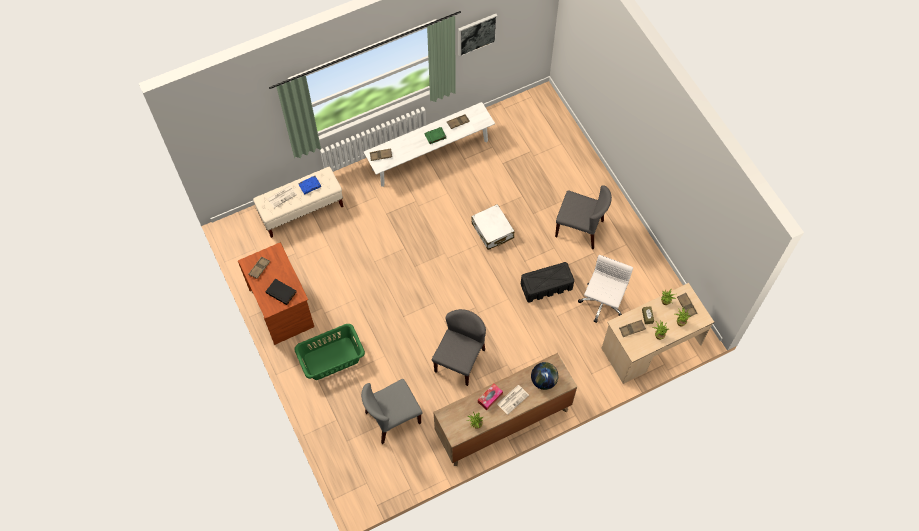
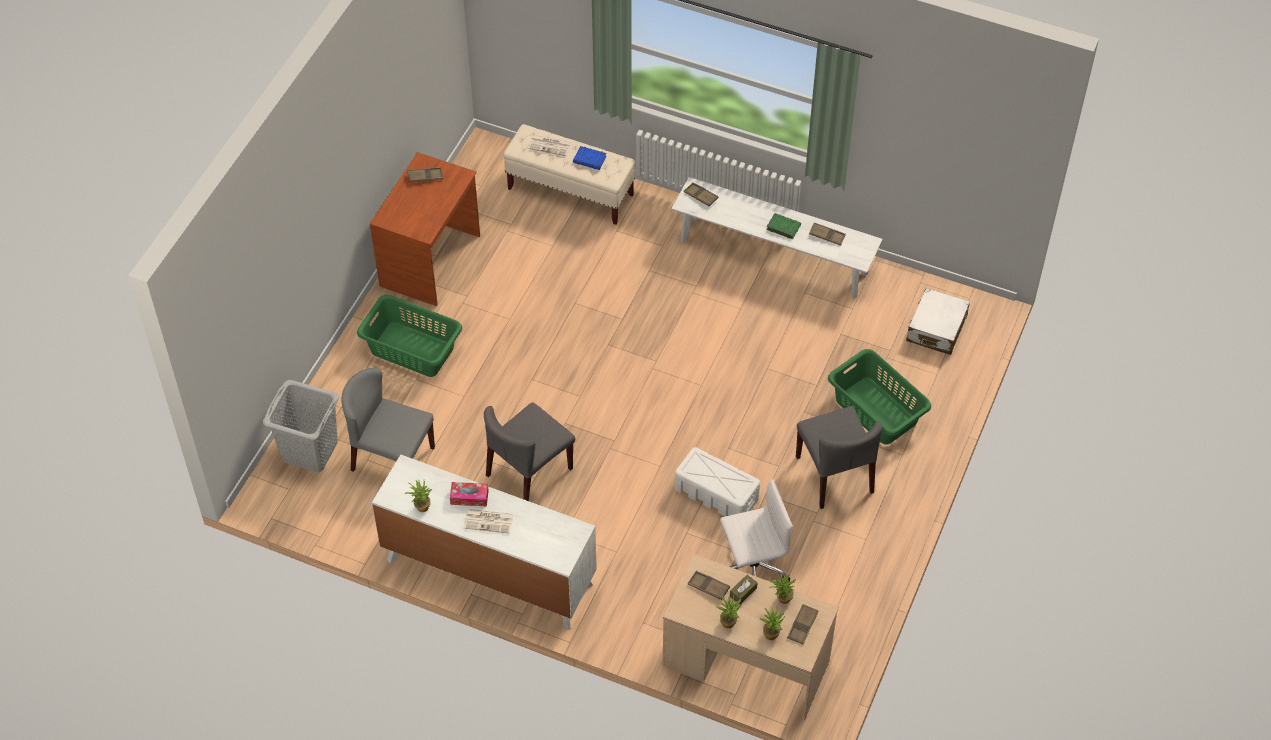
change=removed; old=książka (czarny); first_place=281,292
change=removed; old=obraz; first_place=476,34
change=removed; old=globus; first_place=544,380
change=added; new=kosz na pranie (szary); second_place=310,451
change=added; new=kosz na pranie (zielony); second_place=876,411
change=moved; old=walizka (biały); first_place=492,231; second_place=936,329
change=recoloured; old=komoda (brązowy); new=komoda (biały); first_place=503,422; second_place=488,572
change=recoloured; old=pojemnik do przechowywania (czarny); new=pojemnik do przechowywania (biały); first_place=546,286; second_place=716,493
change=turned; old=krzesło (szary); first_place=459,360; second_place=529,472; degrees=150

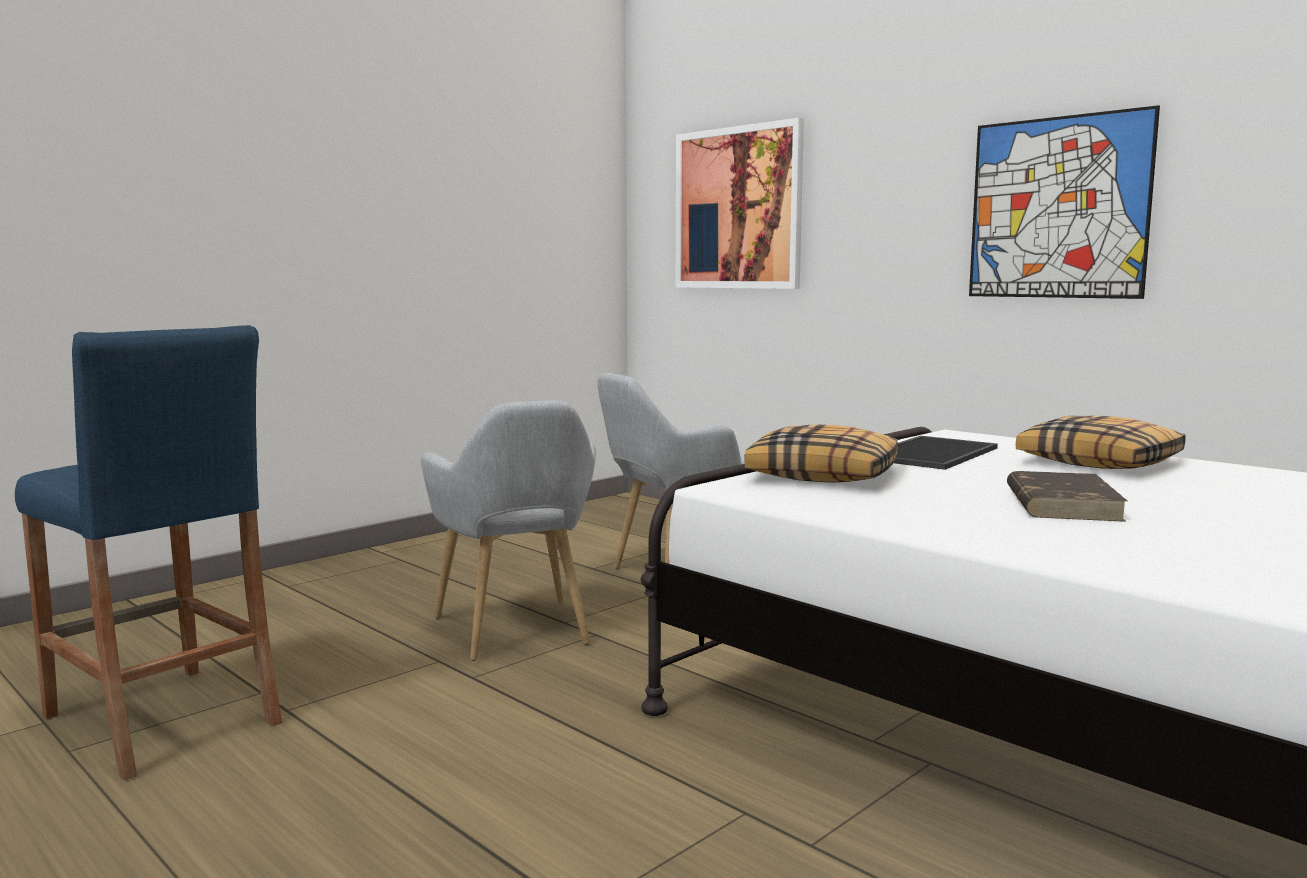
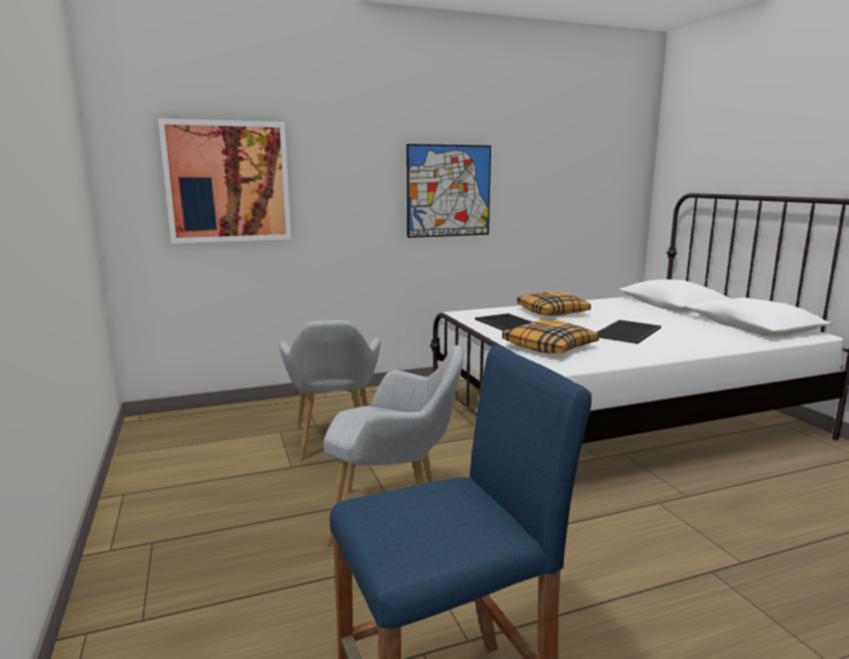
change=replaced; old=książka (brązowy); new=taca; first_place=1061,503; second_place=626,331

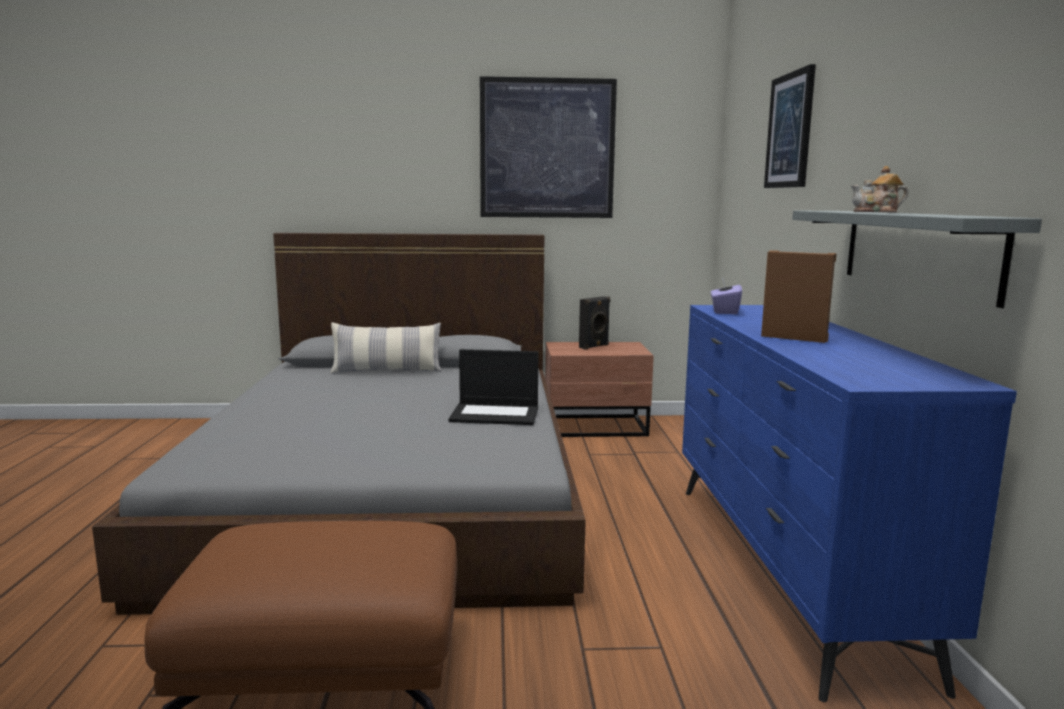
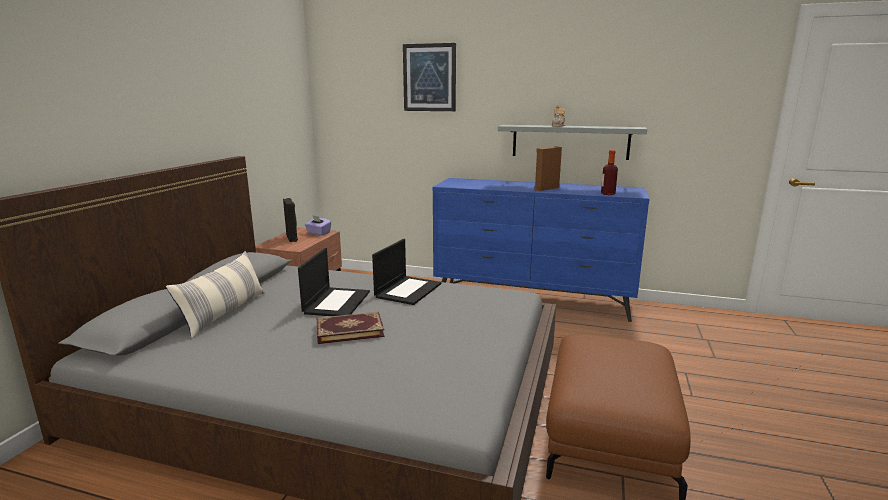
change=removed; old=obraz; first_place=547,149
change=added; new=laptop; second_place=336,302
change=added; new=książka; second_place=349,329
change=added; new=butelka; second_place=608,194
change=moved; old=pudełko chusteczek (fioletowy); first_place=724,311; second_place=318,233

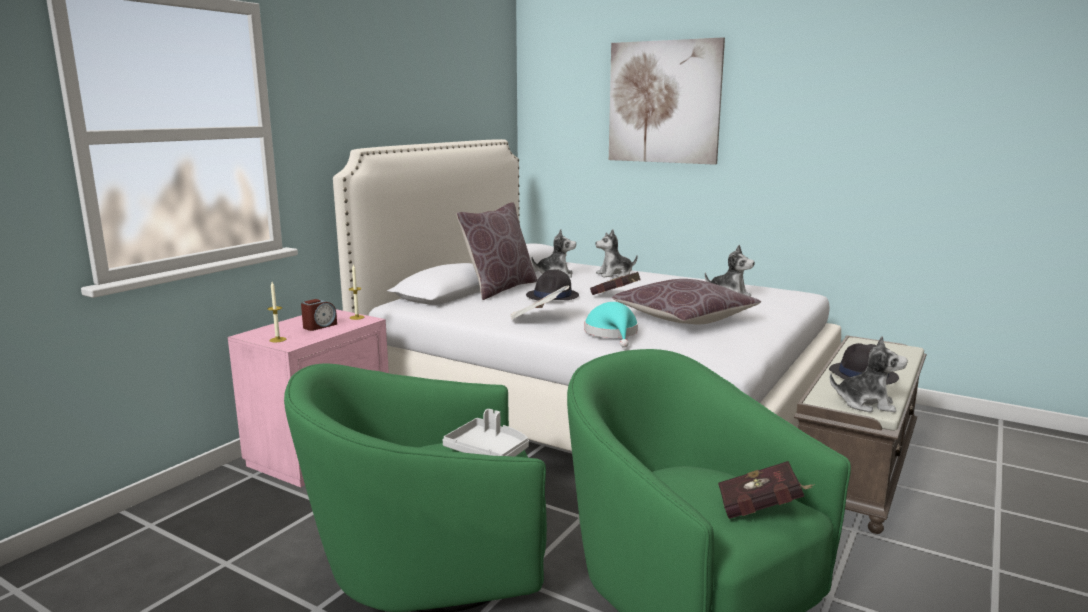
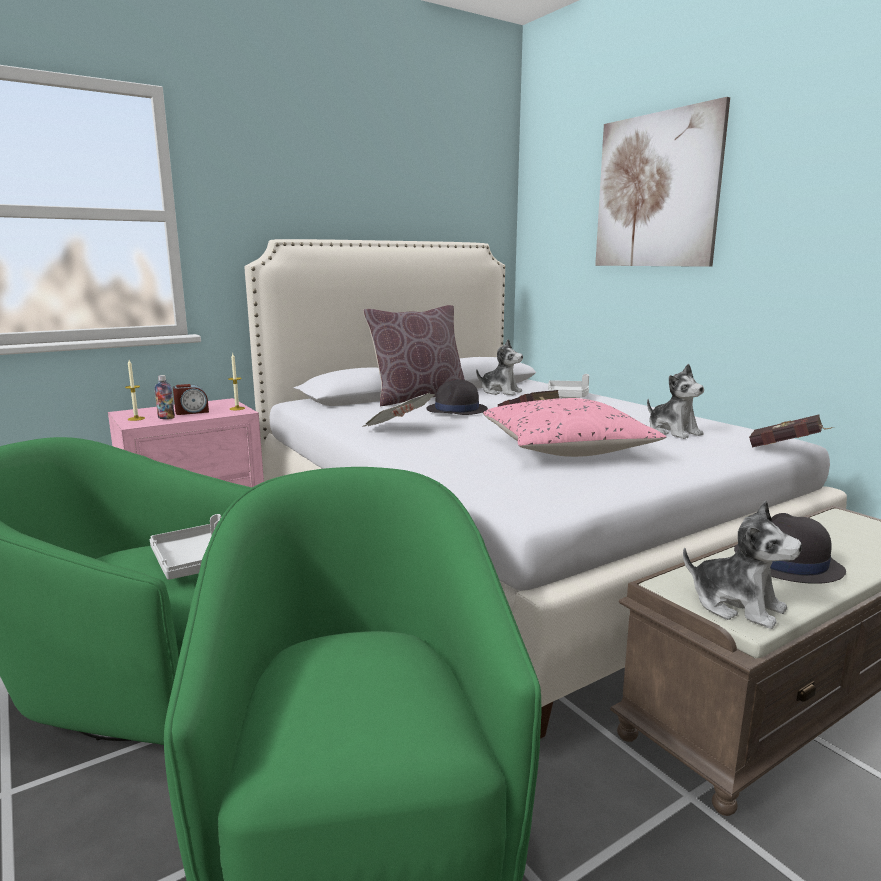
change=removed; old=kapelusz (turkusowy); first_place=612,333
change=added; new=butelka; second_place=166,418
change=moved; old=książka (czerwony); first_place=762,510; second_place=787,449
change=replaced; old=pluszak; new=taca (szary); first_place=614,274; second_place=568,397
change=recoloured; old=poduszka (brązowy); new=poduszka (różowy); first_place=684,318; second_place=566,448

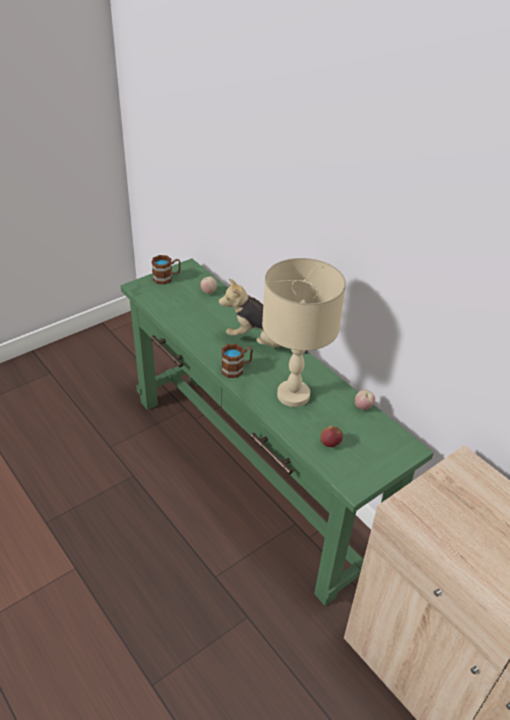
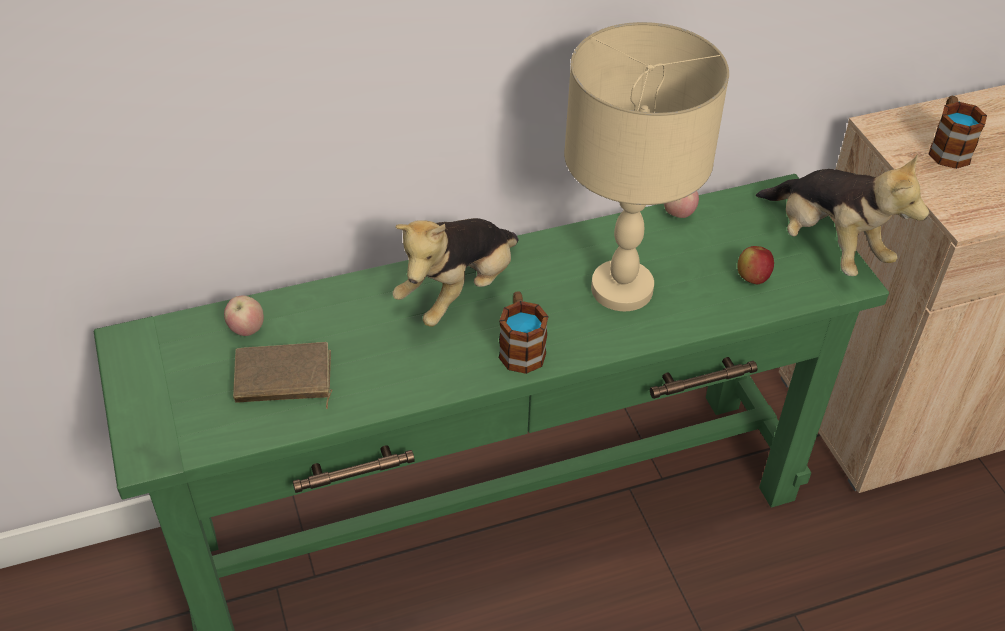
change=added; new=książka (brązowy); second_place=283,380
change=added; new=pluszak; second_place=826,245
change=moved; old=kubek; first_place=167,278; second_place=947,148

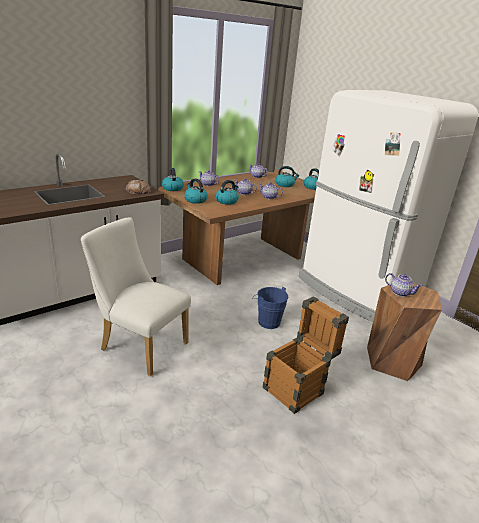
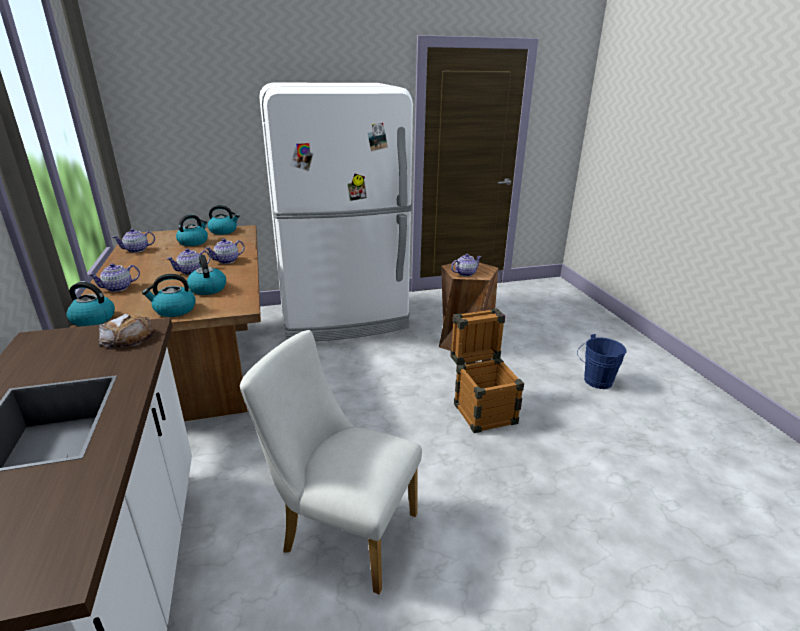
change=moved; old=wiadro (niebieski); first_place=267,321; second_place=595,382
change=turned; old=krzesło (biały); first_place=139,345; second_place=342,530; degrees=60

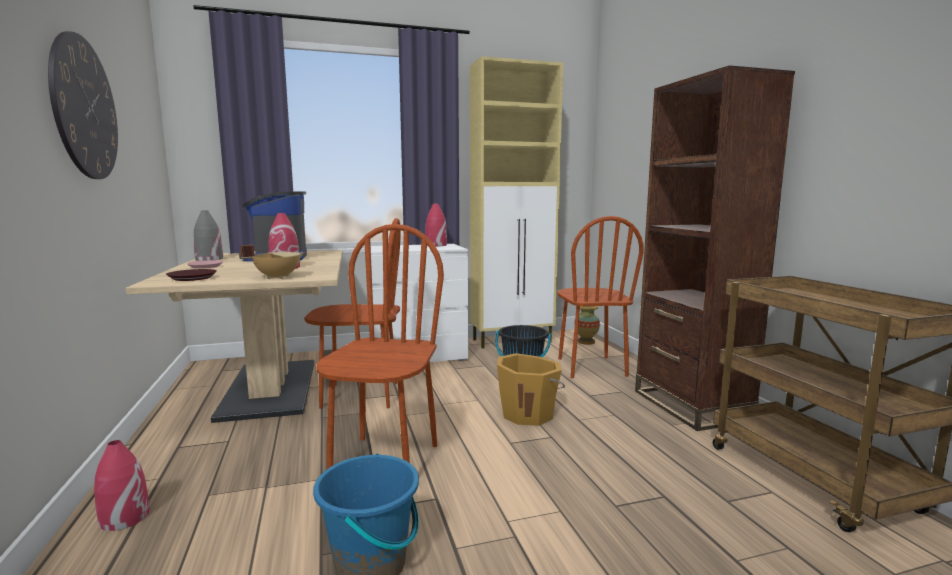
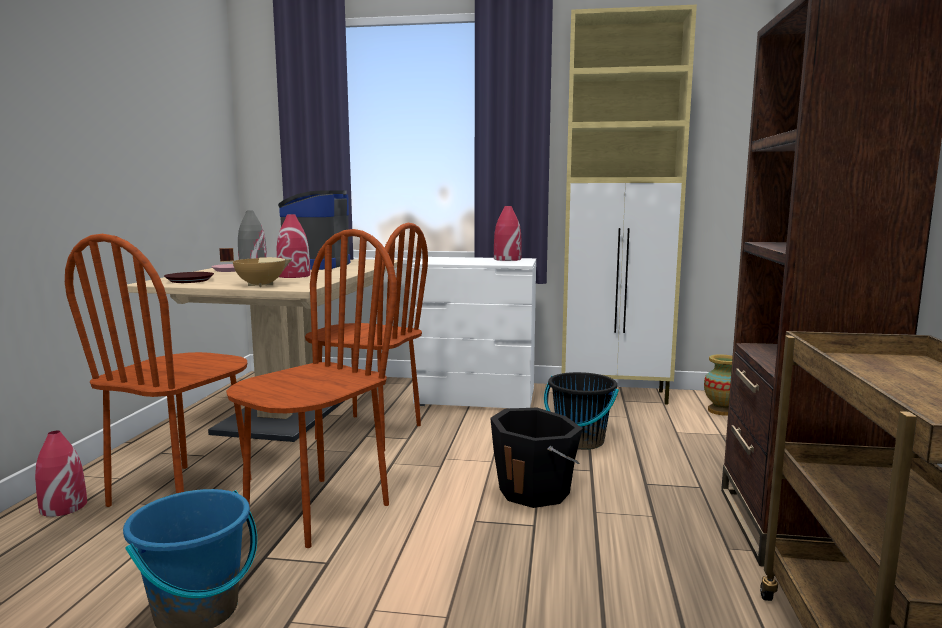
change=removed; old=zegar ścienny; first_place=84,108
change=moved; old=krzesło (brązowy); first_place=590,367; second_place=182,492
change=recoloured; old=wiadro (pomarańczowy); new=wiadro (czarny); first_place=528,414; second_place=535,491

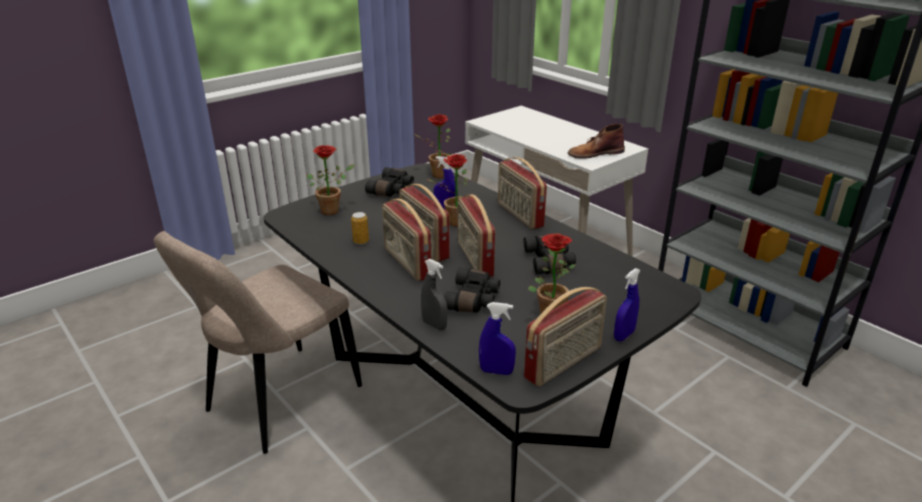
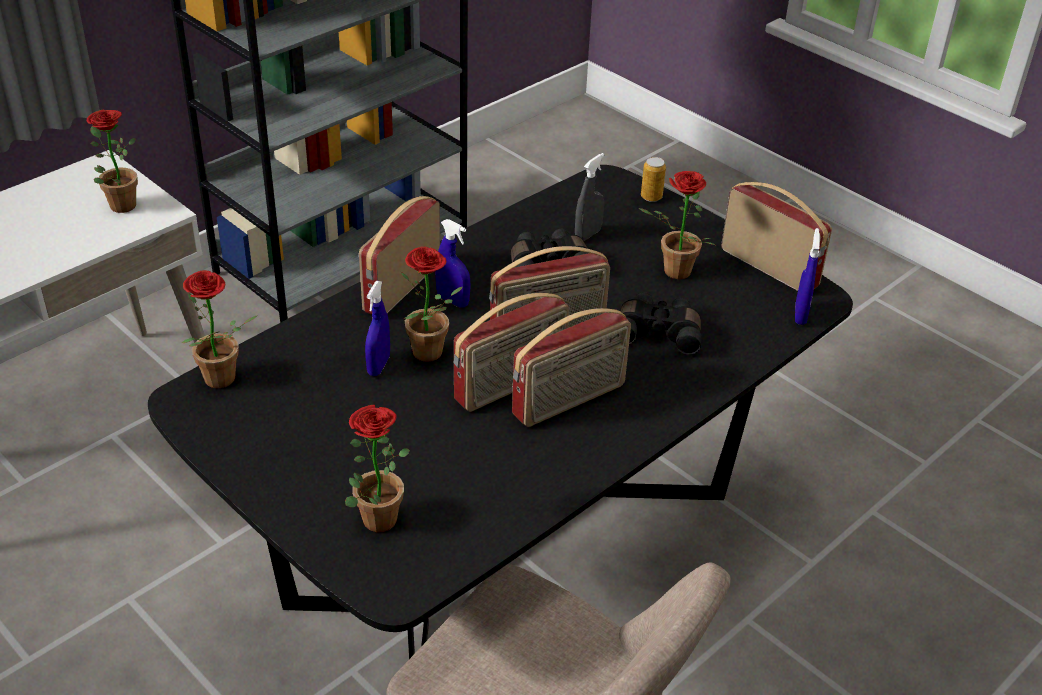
change=removed; old=lornetka (czarny); first_place=392,190
change=moved; old=puszka; first_place=361,241; second_place=651,197
change=moved; old=spryskiwacz (szary); first_place=434,325; second_place=588,234
change=moved; old=spryskiwacz (niebieski); first_place=624,335; second_place=453,301
change=replaced; old=but z cholewką (brązowy); new=roślina doniczkowa; first_place=595,153; second_place=118,204
change=turned; old=radio; first_place=519,215; second_place=401,287; degrees=150

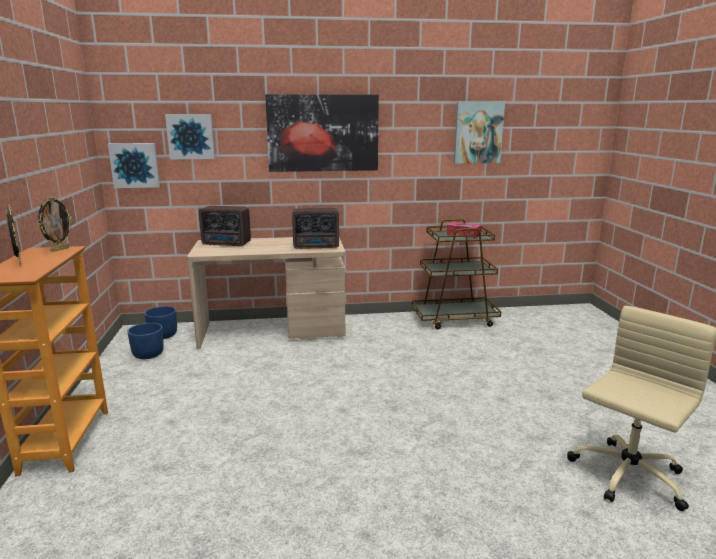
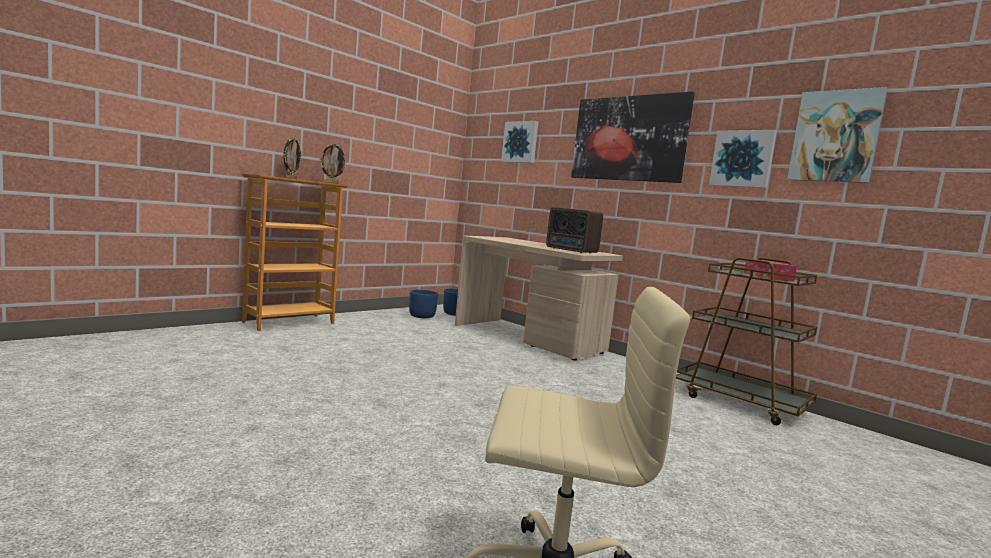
change=removed; old=radio; first_place=227,244
change=moved; old=obraz; first_place=135,165; second_place=742,159

